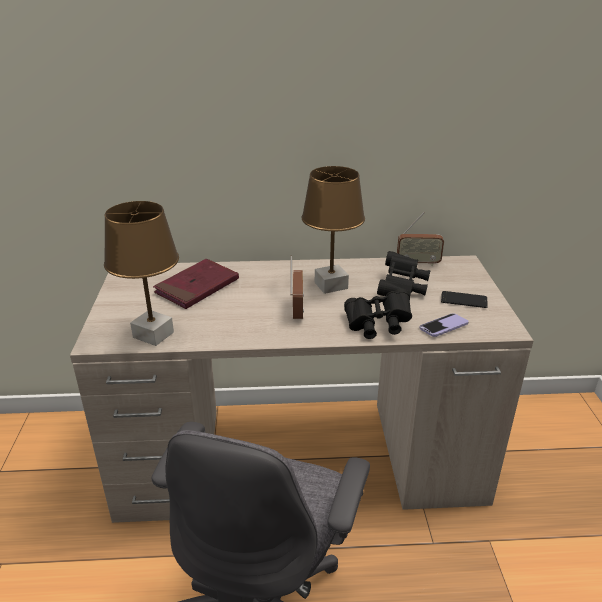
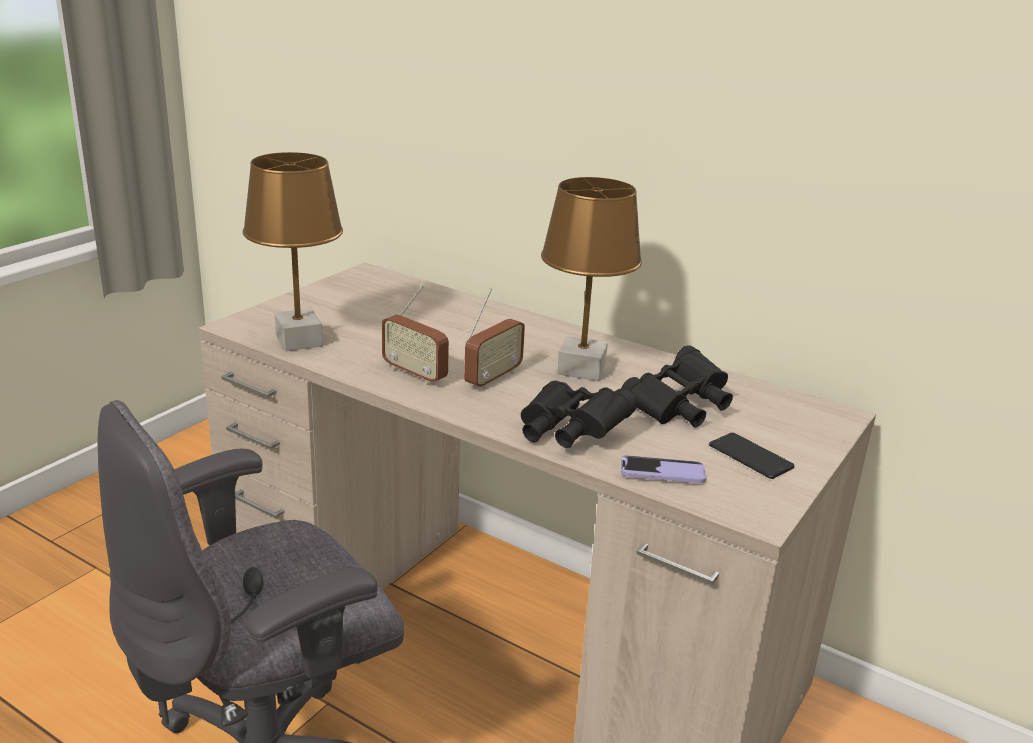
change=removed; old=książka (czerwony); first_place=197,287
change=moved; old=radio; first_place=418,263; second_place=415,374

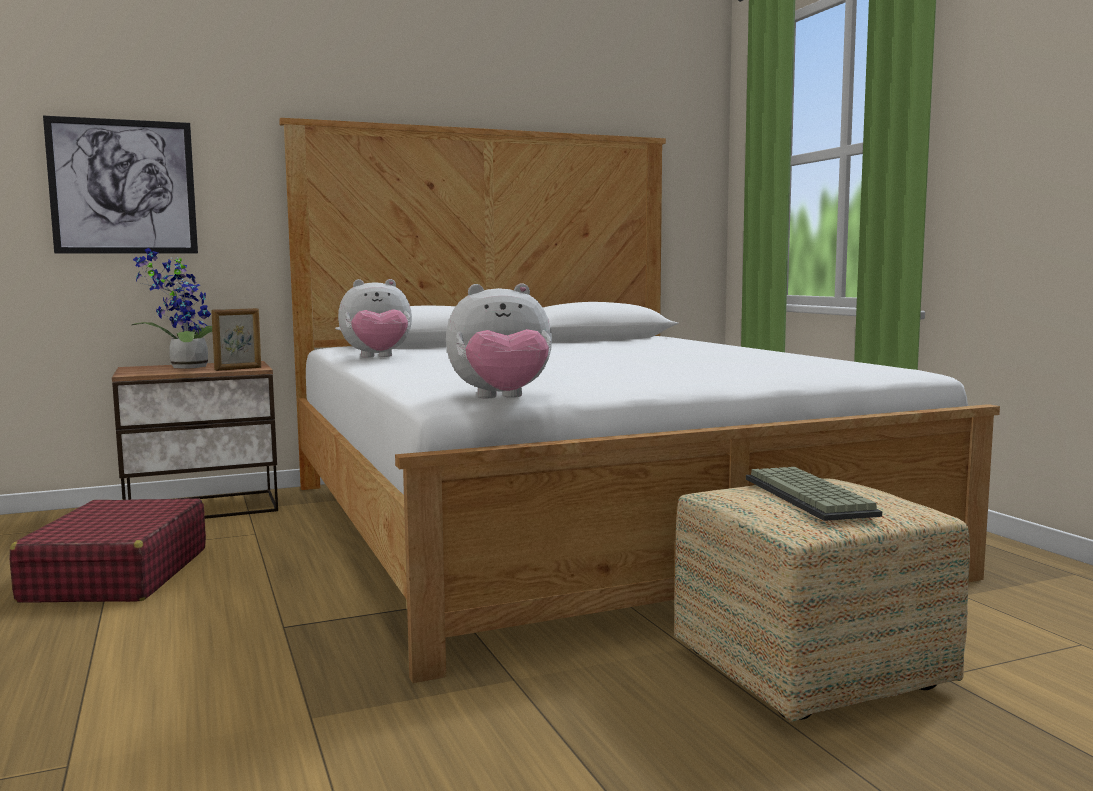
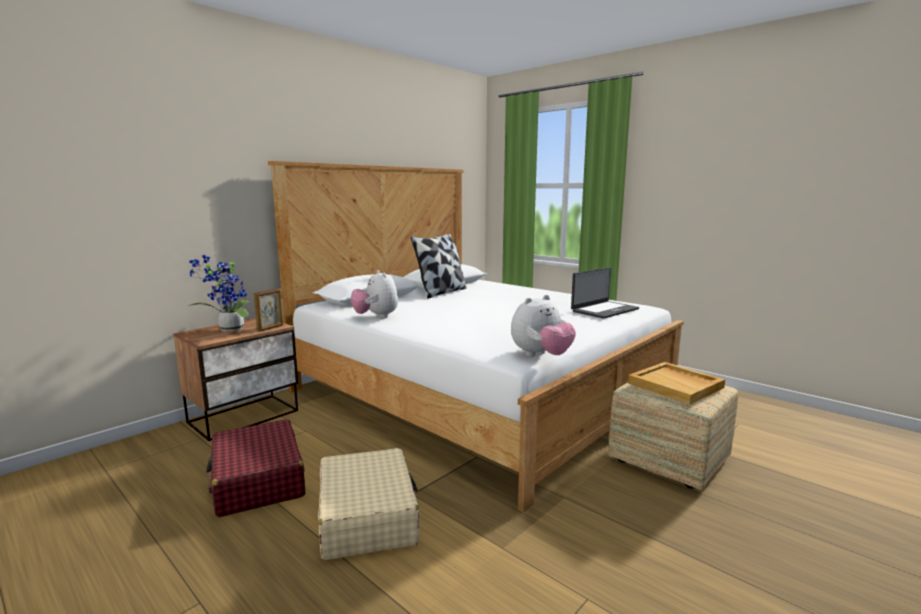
change=removed; old=obraz; first_place=123,187
change=added; new=walizka (beżowy); second_place=367,516
change=added; new=poduszka; second_place=441,292
change=added; new=laptop; second_place=604,310
change=replaced; old=klawiatura; new=taca (beżowy); first_place=812,496; second_place=676,385
change=turned; old=pluszak; first_place=377,357; second_place=376,317; degrees=105

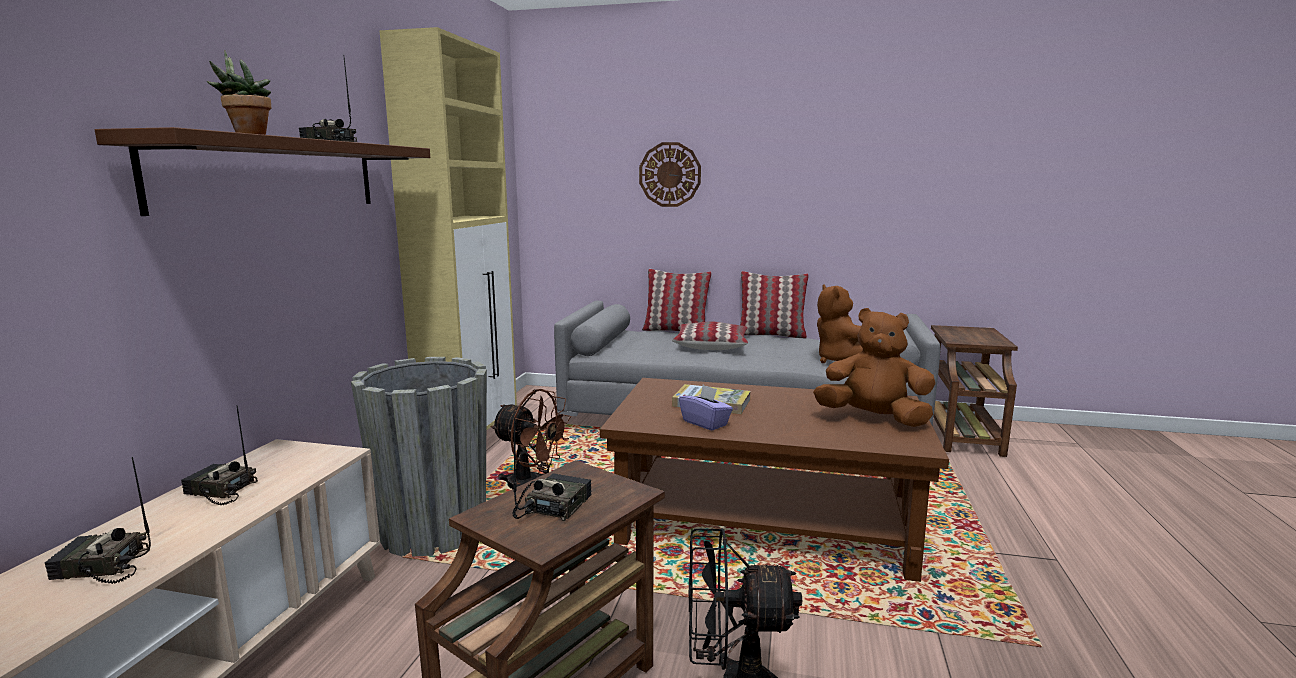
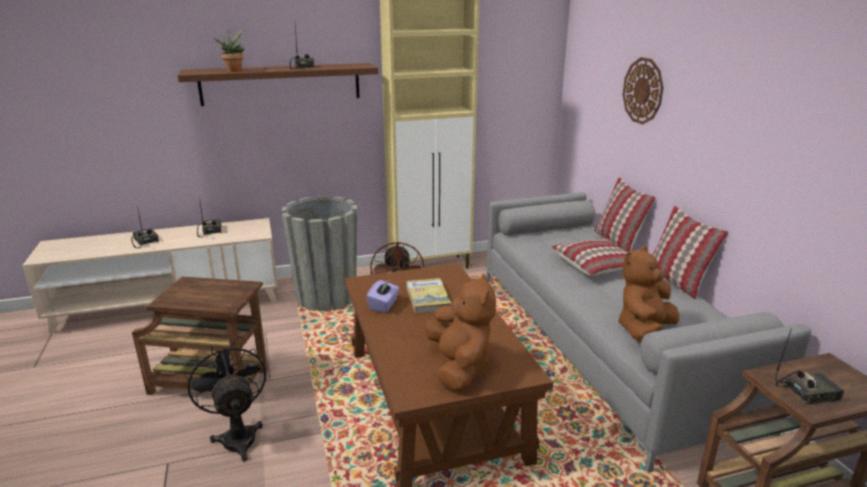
change=moved; old=radio; first_place=552,506; second_place=807,392

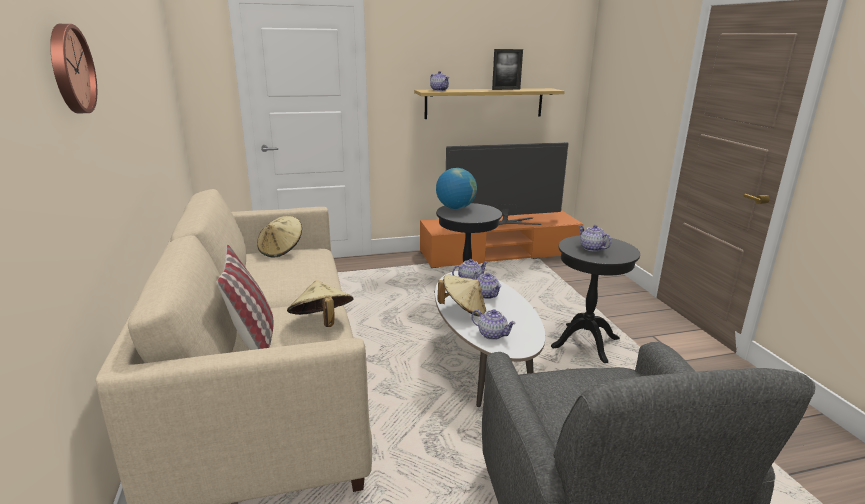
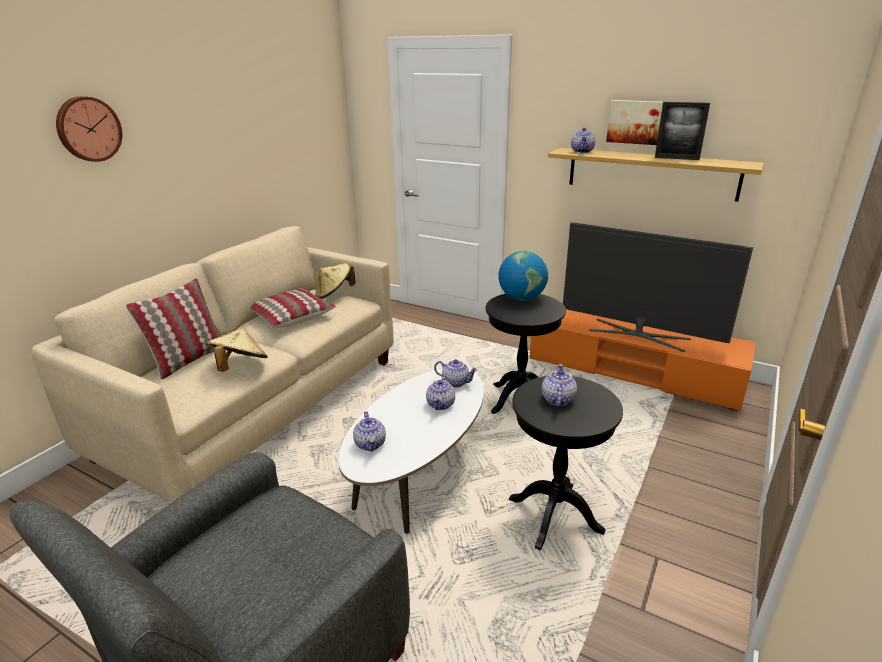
change=removed; old=kapelusz (beżowy); first_place=463,311
change=added; new=poduszka; second_place=290,316
change=added; new=obraz; second_place=640,122

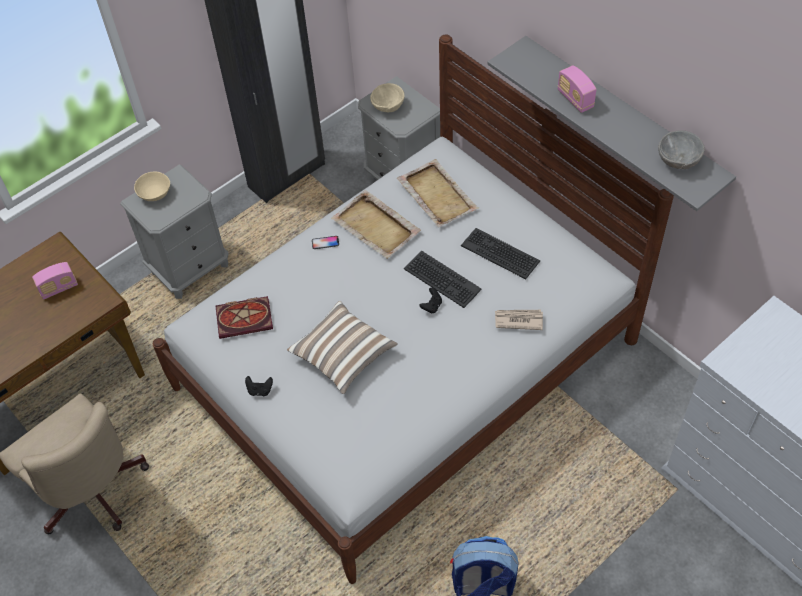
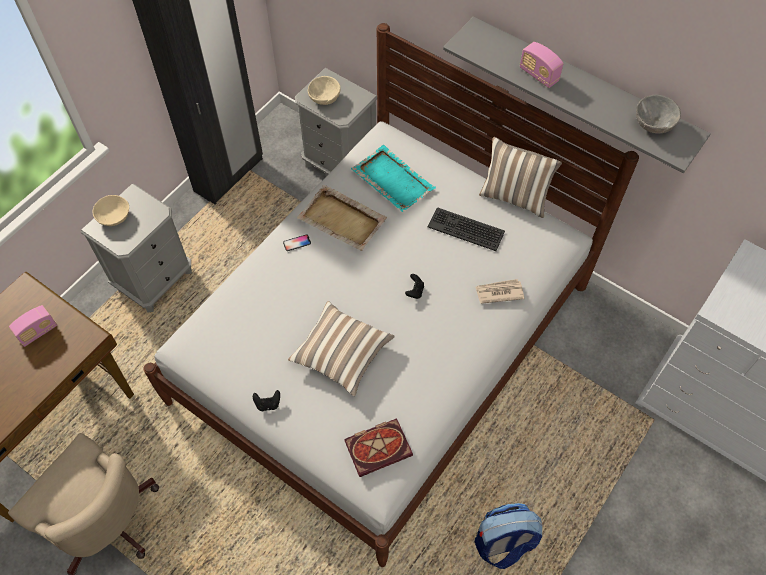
change=removed; old=klawiatura; first_place=441,280
change=added; new=poduszka; second_place=515,197
change=moved; old=książka; first_place=246,318; second_place=379,446
change=recoloured; old=taca (beżowy); new=taca (turkusowy); first_place=437,194; second_place=392,179

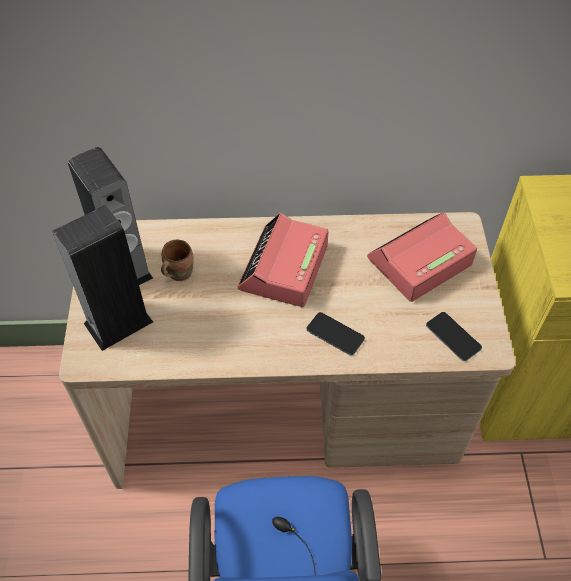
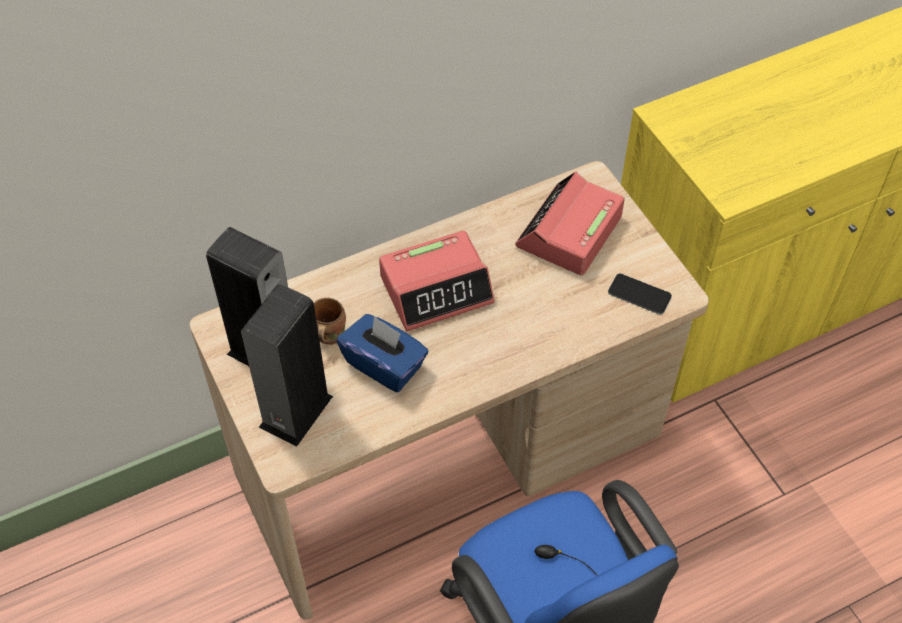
change=removed; old=telefon; first_place=335,334
change=added; new=pudełko chusteczek (niebieski); second_place=384,365
change=turned; old=budzik; first_place=284,268; second_place=437,289; degrees=-105

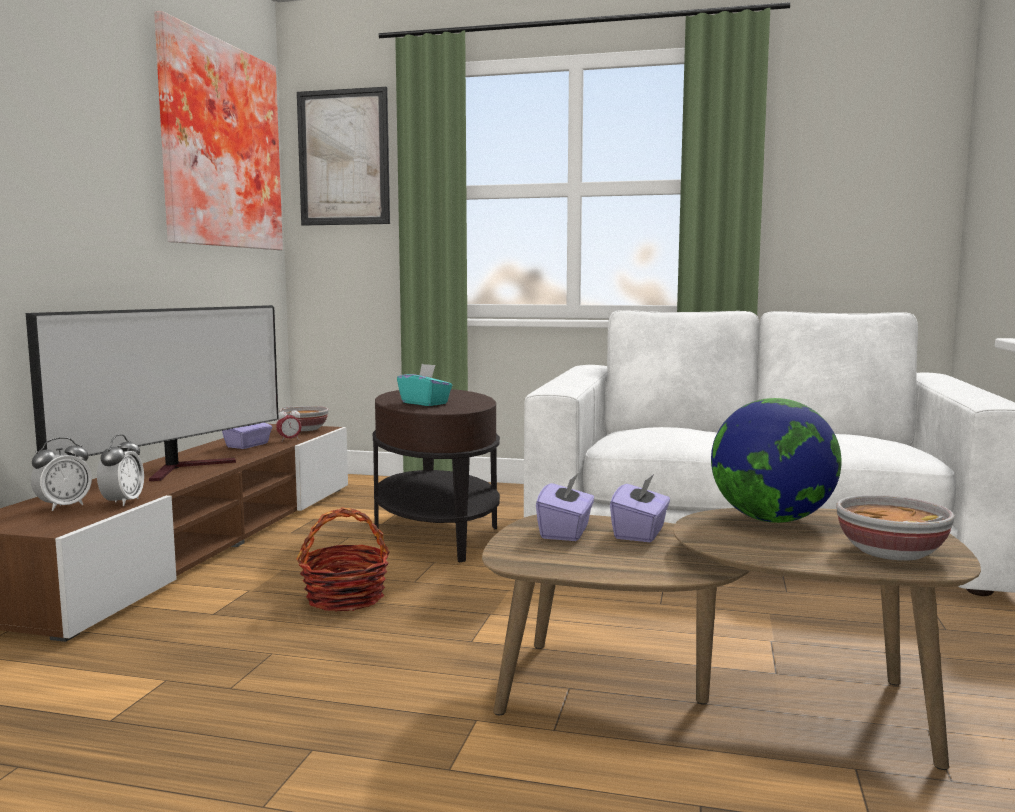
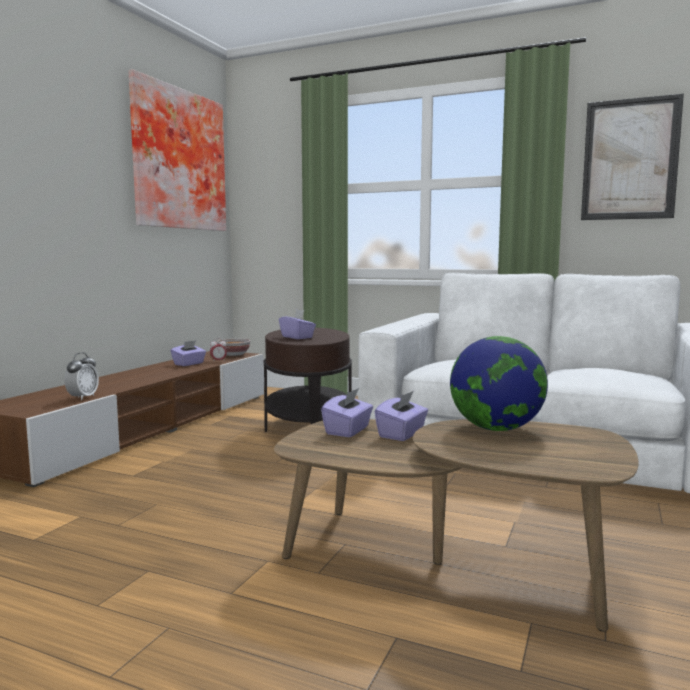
change=removed; old=telewizor; first_place=185,468
change=removed; old=budzik; first_place=63,506
change=removed; old=koszyk; first_place=345,598
change=removed; old=miska; first_place=889,552
change=moved; old=obraz; first_place=344,158; second_place=630,159
change=recoloured; old=pudełko chusteczek (turkusowy); new=pudełko chusteczek (fioletowy); first_place=425,403; second_place=297,337

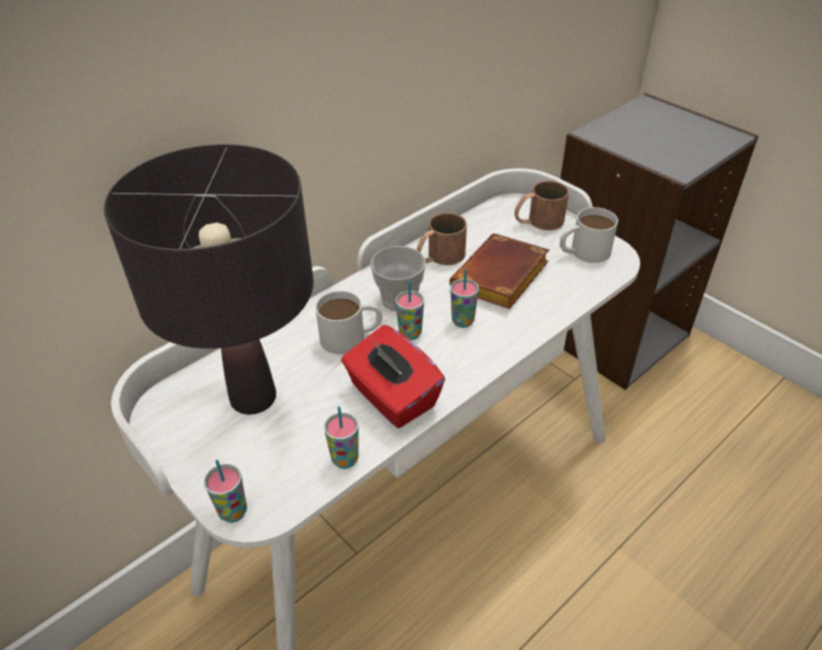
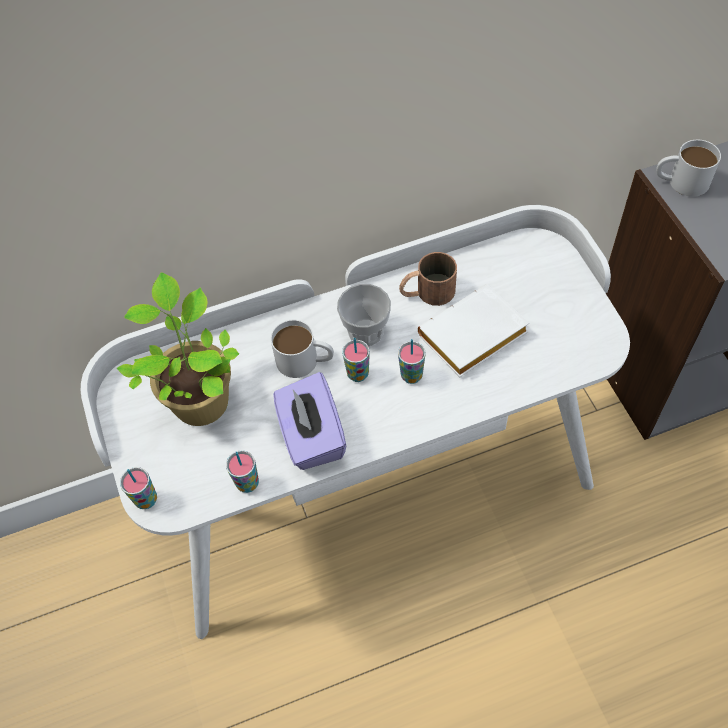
change=removed; old=kubek (brązowy); first_place=538,221
change=moved; old=kubek (biały); first_place=583,252; second_place=681,181
change=replaced; old=lampa stołowa (czarny); new=roślina doniczkowa; first_place=253,398; second_place=200,398
change=recoloured; old=pudełko chusteczek (czerwony); new=pudełko chusteczek (fioletowy); first_place=392,397; second_place=311,436
change=recoloured; old=książka (brązowy); new=książka (biały); first_place=501,280; second_place=472,338

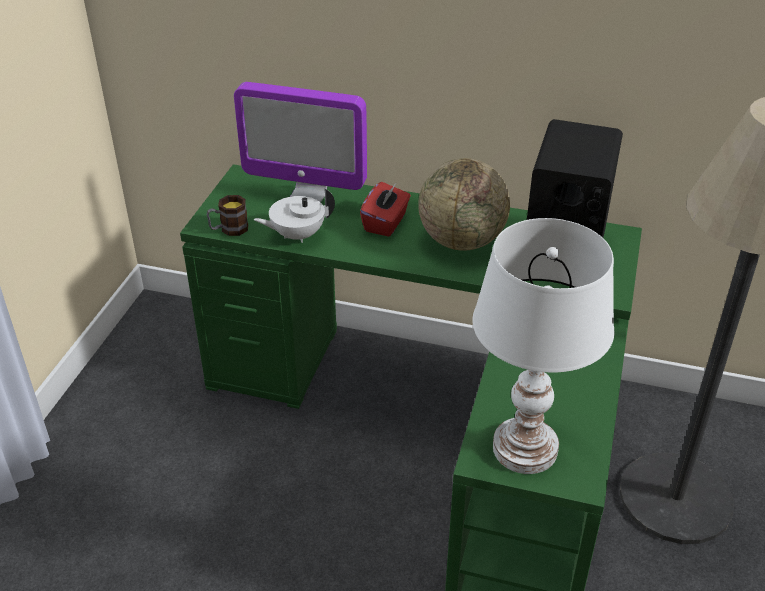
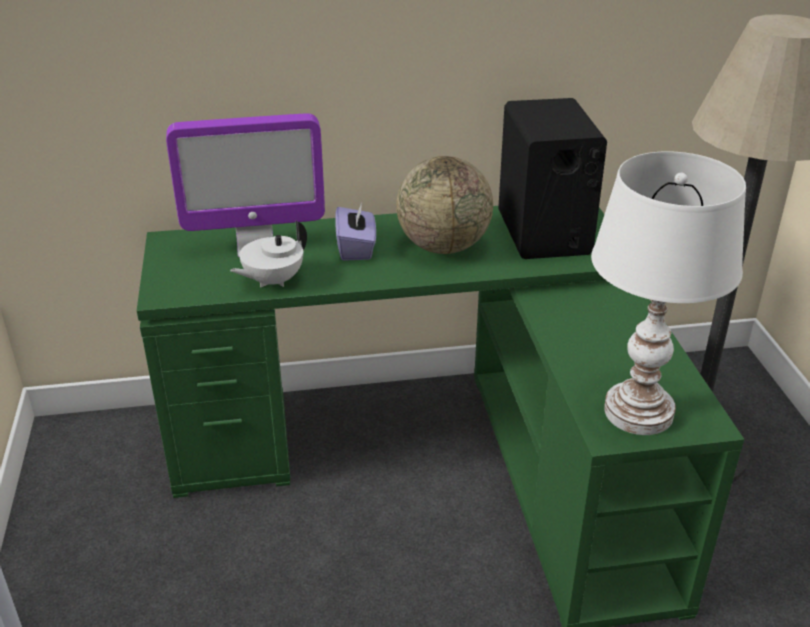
change=removed; old=kubek; first_place=229,229
change=recoloured; old=pudełko chusteczek (czerwony); new=pudełko chusteczek (fioletowy); first_place=386,223; second_place=356,248

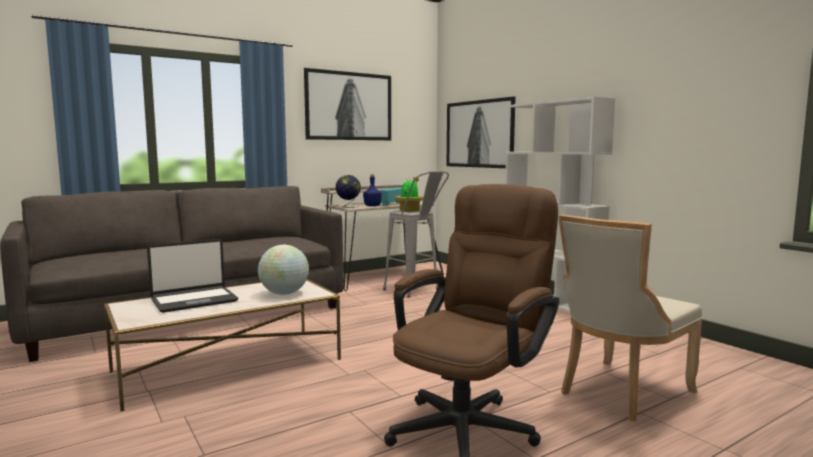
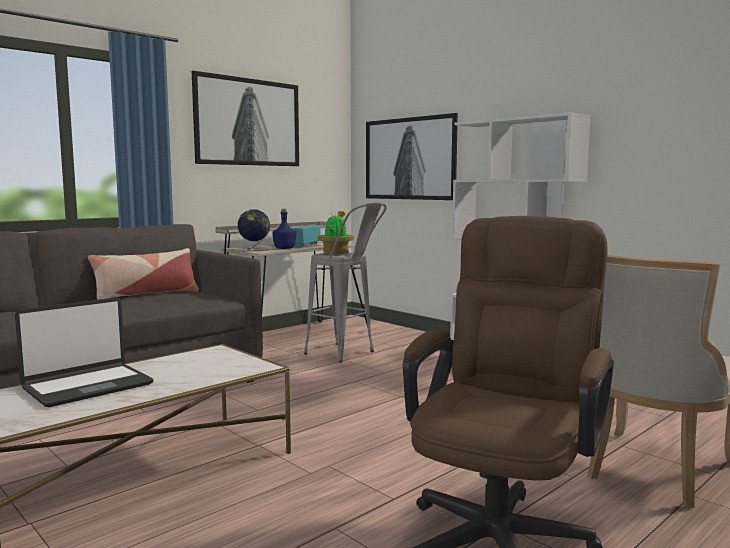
change=removed; old=globus; first_place=284,293
change=added; new=poduszka; second_place=146,294

